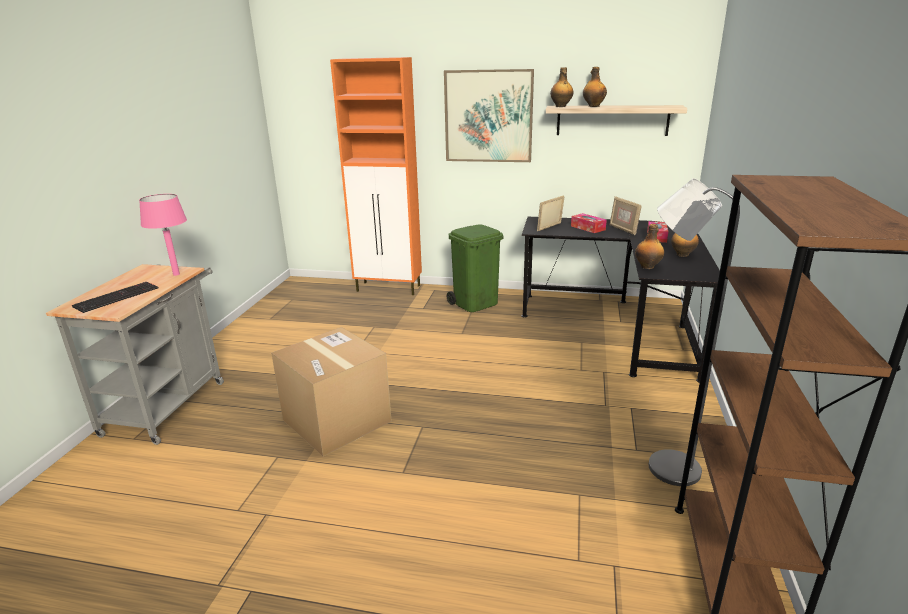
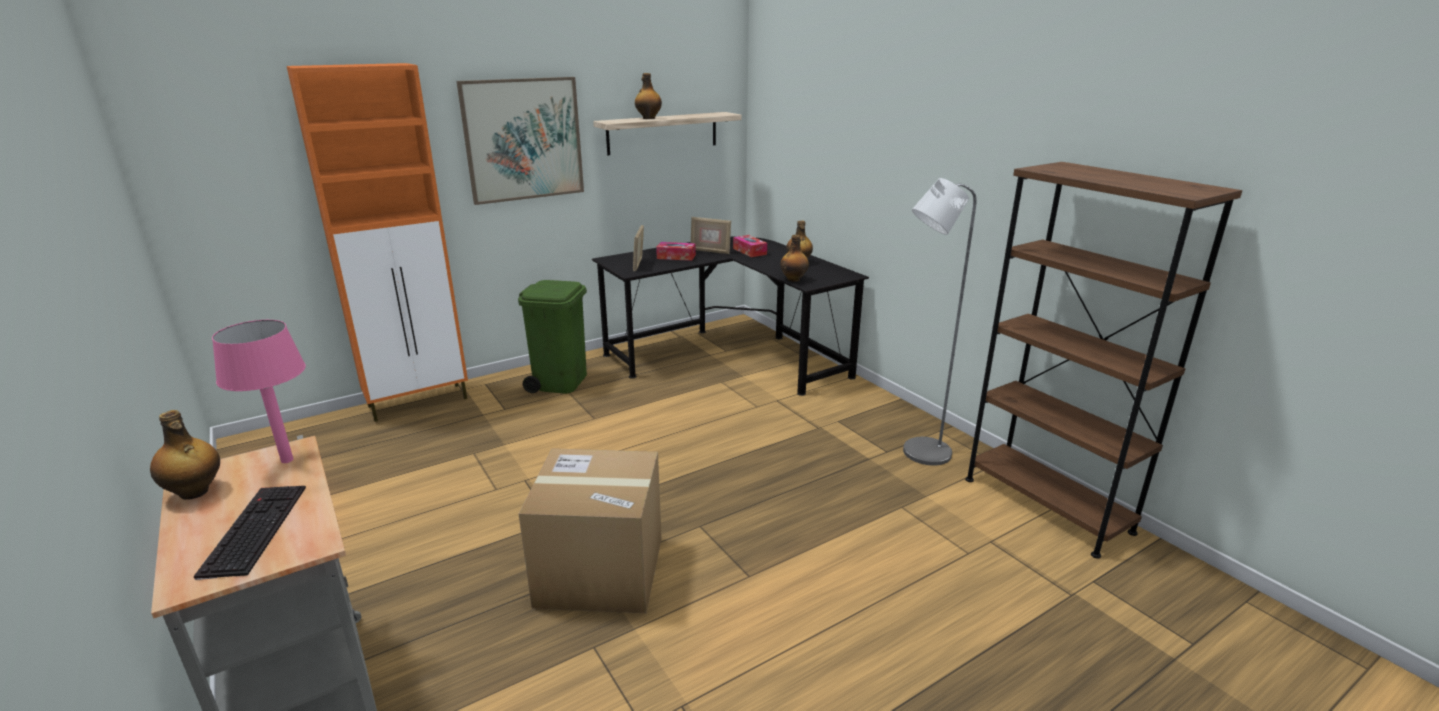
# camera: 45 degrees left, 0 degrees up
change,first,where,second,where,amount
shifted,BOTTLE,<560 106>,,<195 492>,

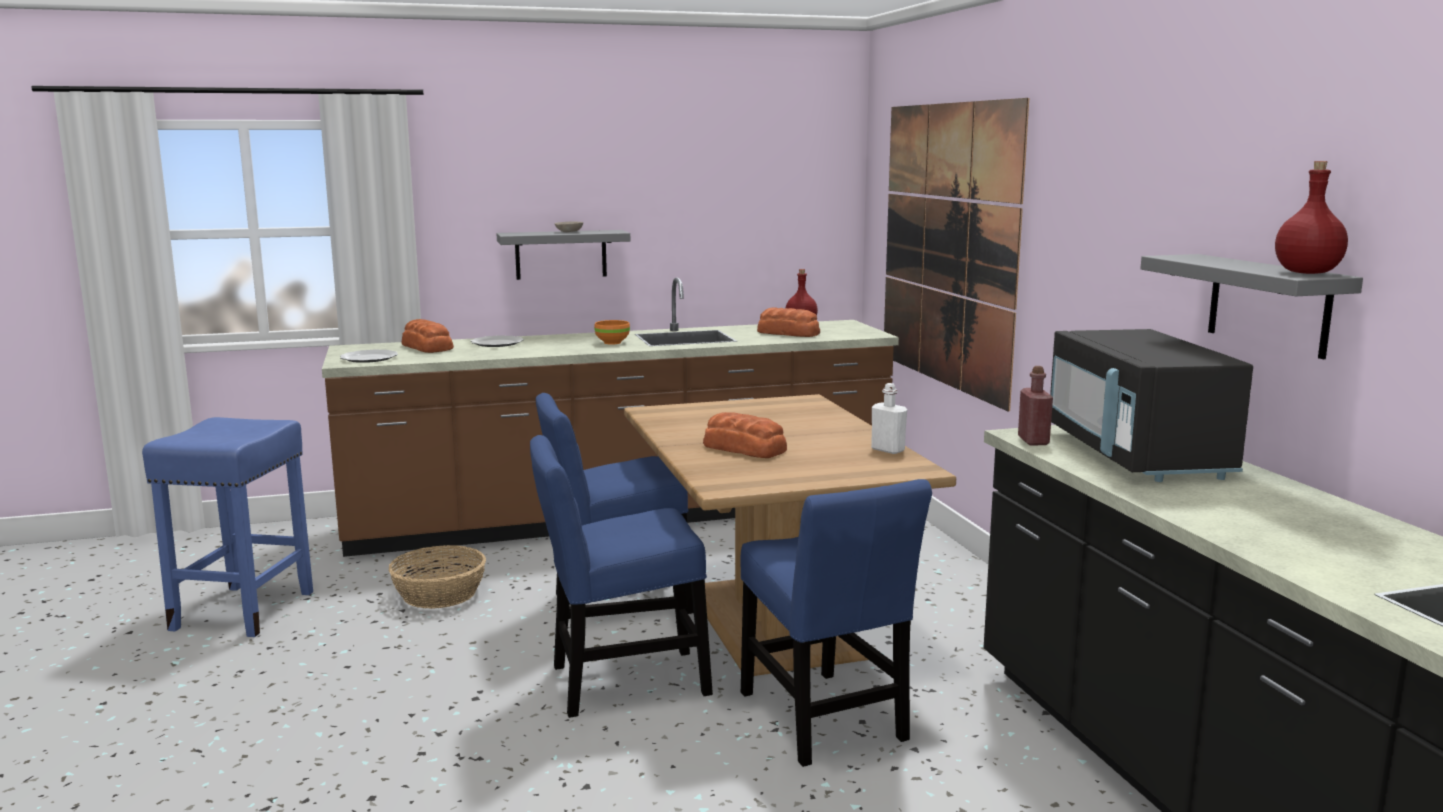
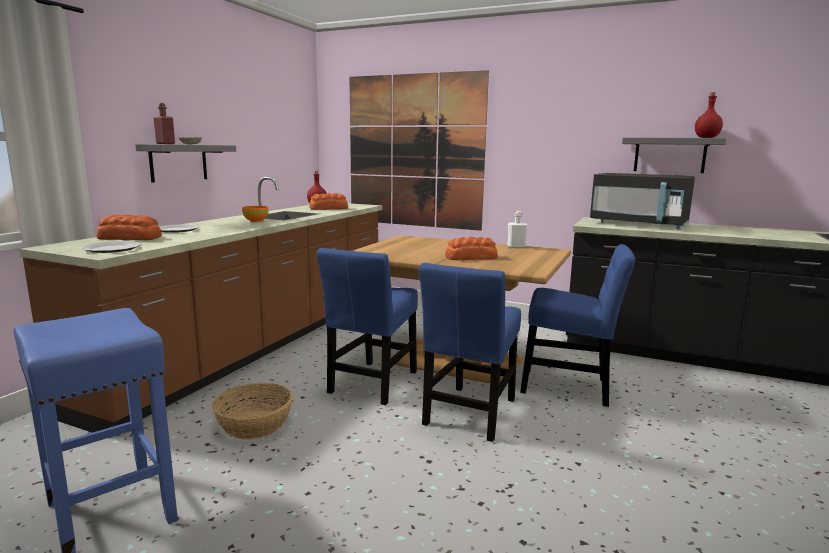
# camera: 50 degrees left, 0 degrees up
change,first,where,second,where,amount
shifted,RED BOTTLE,<1033 441>,,<165 144>,

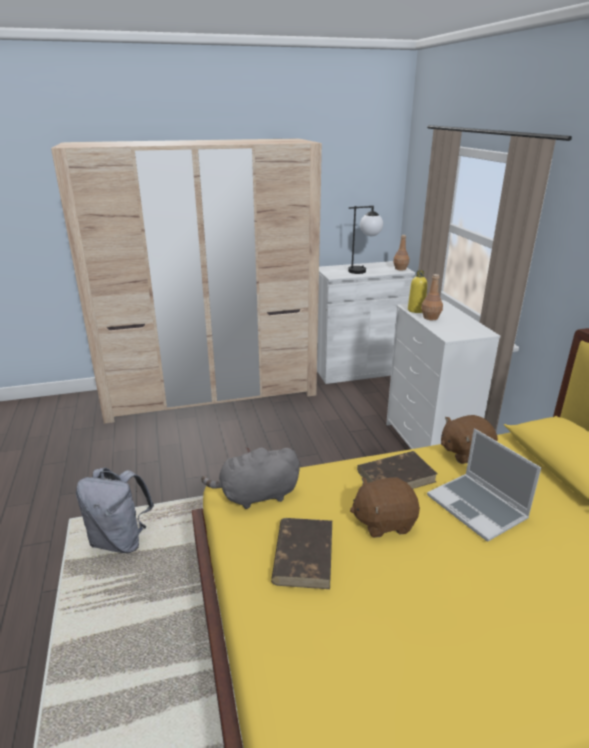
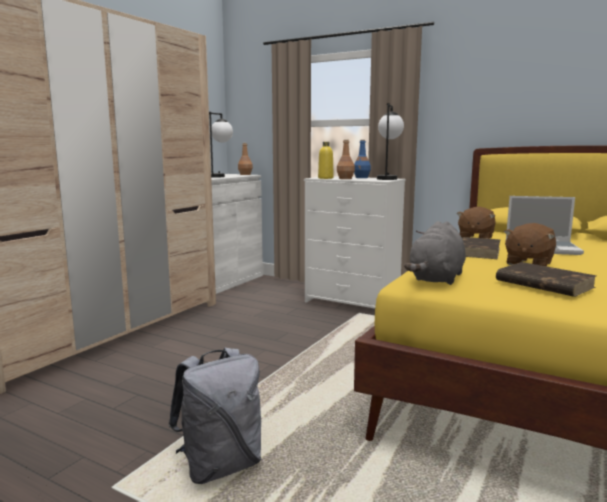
# camera: 45 degrees left, 15 degrees down
change,first,where,second,where,amount
new,,,BLUE BOTTLE,<362 177>,
new,,,TABLE LAMP,<388 178>,

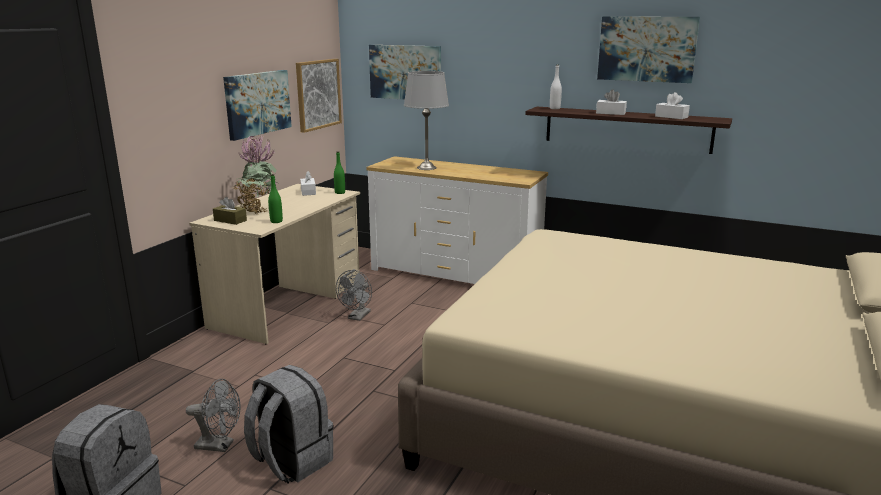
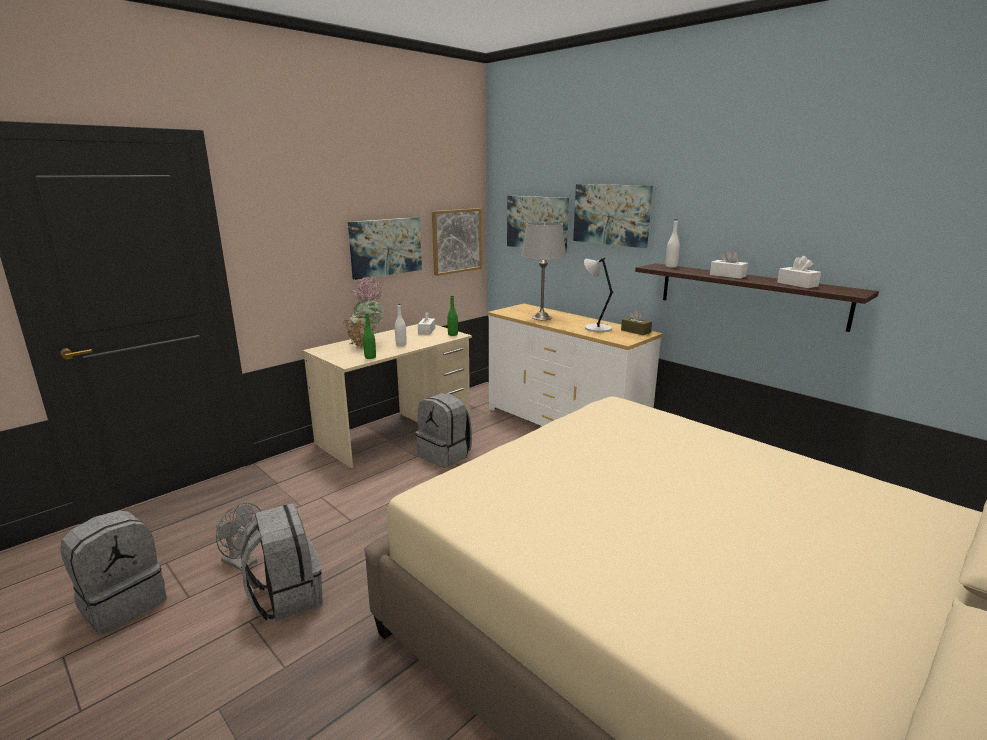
# camera: 20 degrees right, 0 degrees up
change,first,where,second,where,amount
new,,,WHITE BOTTLE,<401 344>,
swapped,GREY FAN,<357 317>,GREY BACKPACK,<445 455>,
shifted,PICTURE,<647 49>,,<611 214>,
new,,,GREY TABLE LAMP,<596 328>,
shifted,BROWN TISSUE BOX,<230 220>,,<635 331>,

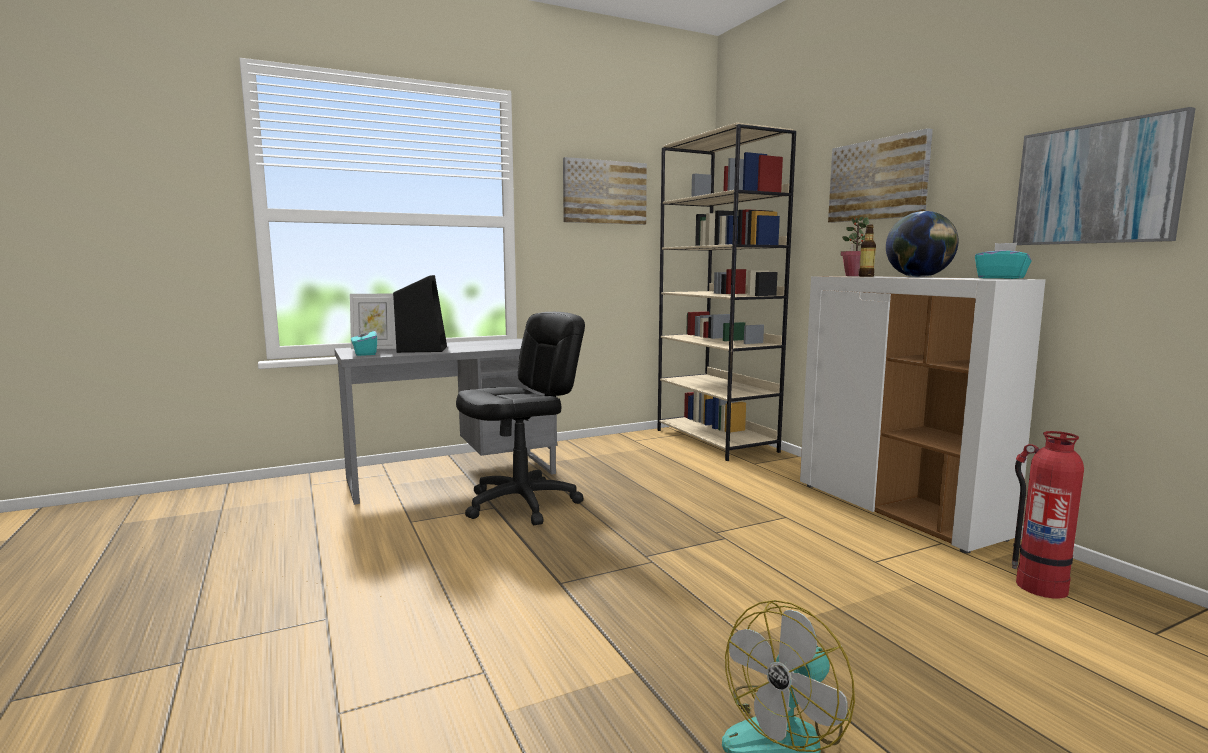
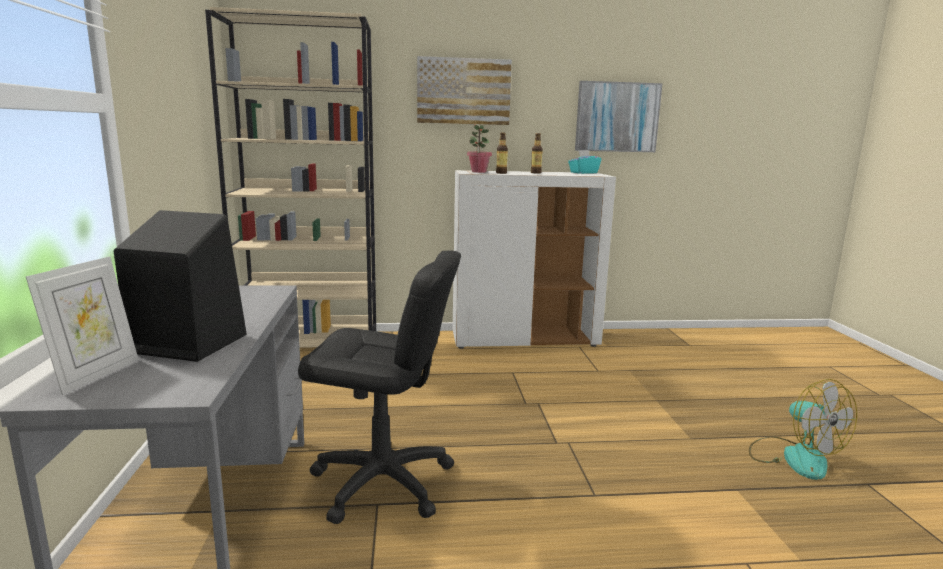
# camera: 70 degrees left, 5 degrees up
change,first,where,second,where,amount
rotated,BLACK OFFICE CHAIR,<522 504>,,<382 482>,120 degrees clockwise
swapped,GLOBE,<919 277>,BOTTLE,<536 173>,
gone,TURQUOISE TISSUE BOX,<365 353>,,,
gone,PICTURE,<604 192>,,,
gone,FIRE EXTINGUISHER,<1040 586>,,,

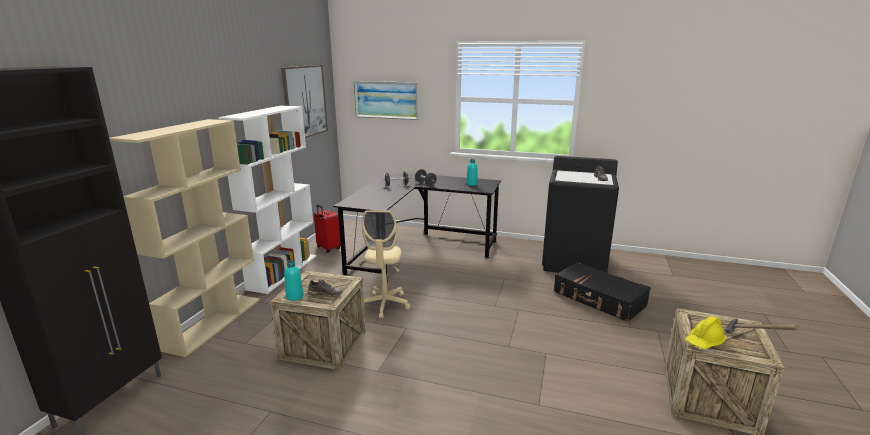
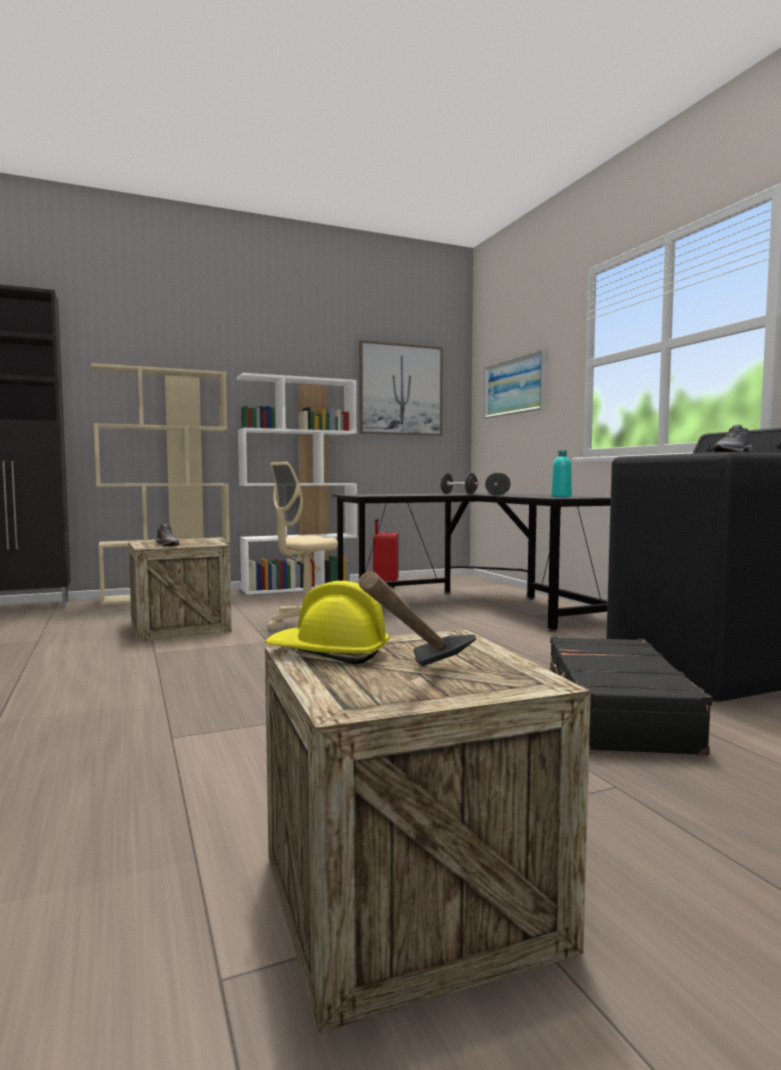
# camera: 50 degrees right, 15 degrees down
change,first,where,second,where,amount
gone,TURQUOISE BOTTLE,<294 296>,,,

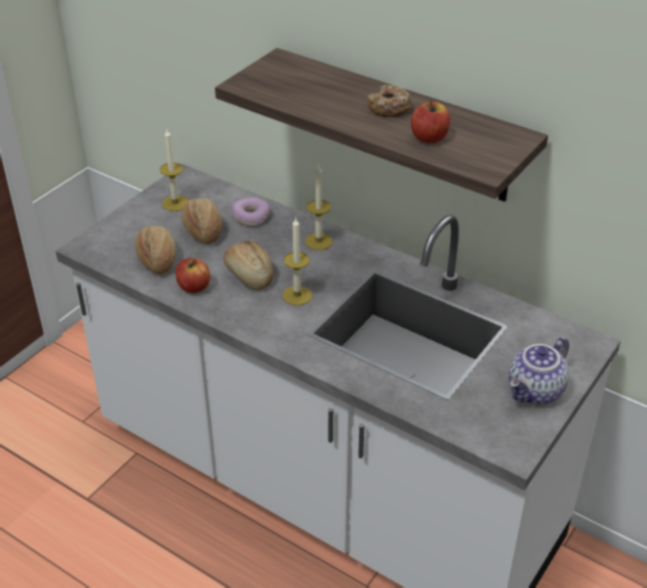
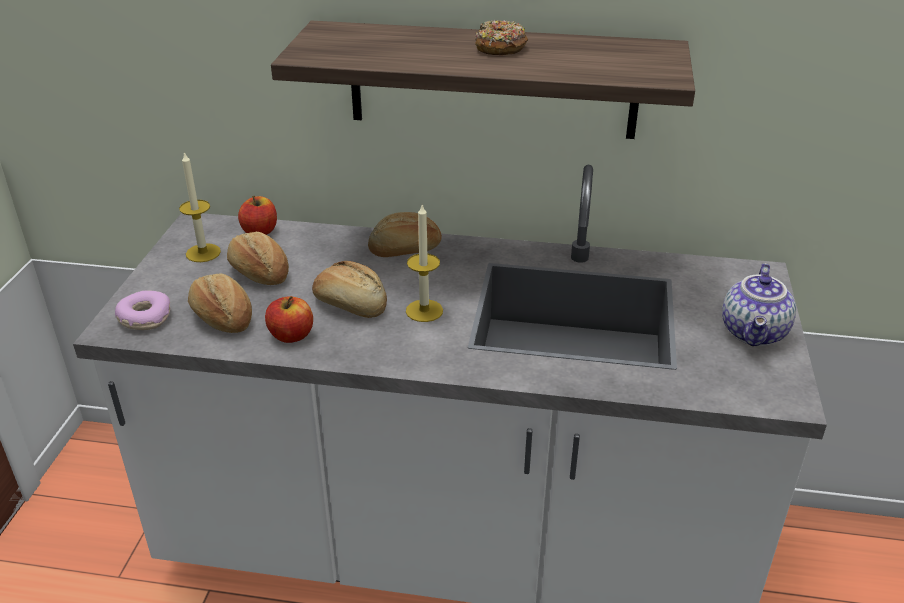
# camera: 25 degrees left, 5 degrees down
change,first,where,second,where,amount
shifted,DONUT,<250 217>,,<145 318>,
shifted,APPLE,<429 137>,,<260 231>,
swapped,CANDLE,<318 241>,BREAD,<405 250>,

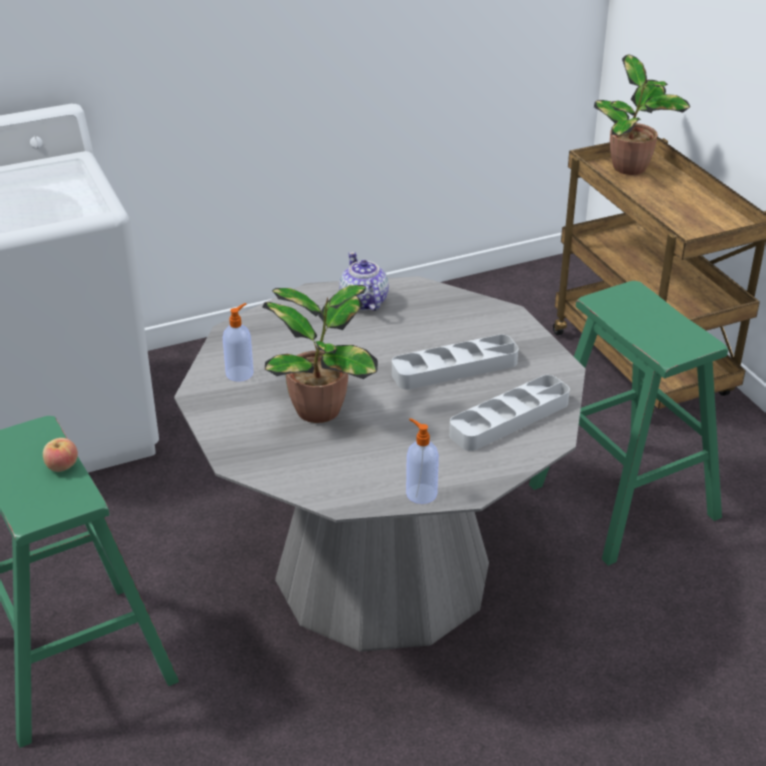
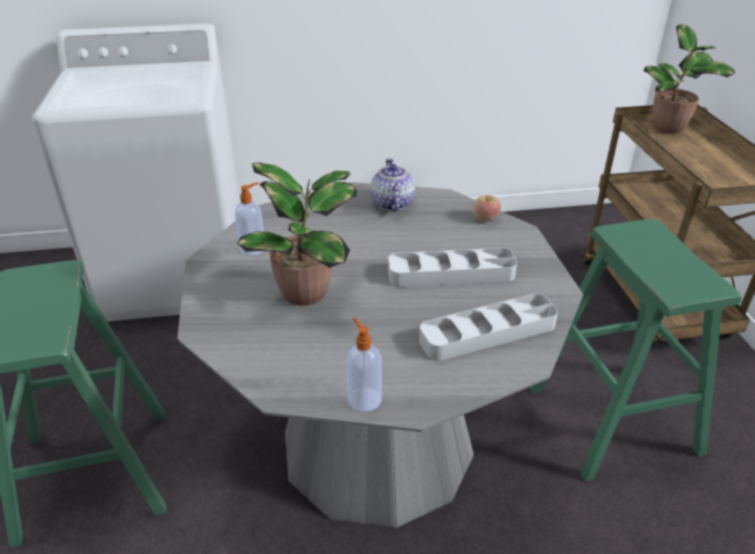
# camera: 15 degrees right, 0 degrees up
change,first,where,second,where,amount
shifted,APPLE,<62 466>,,<485 218>,

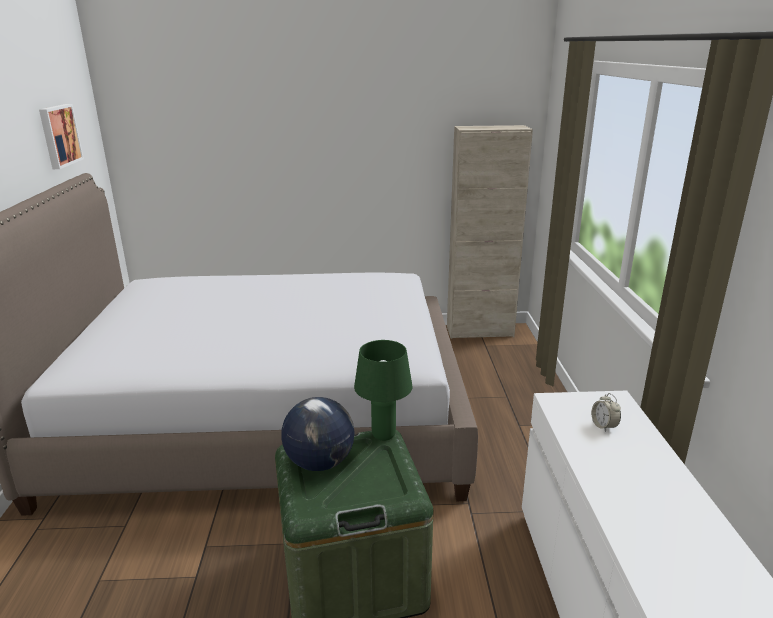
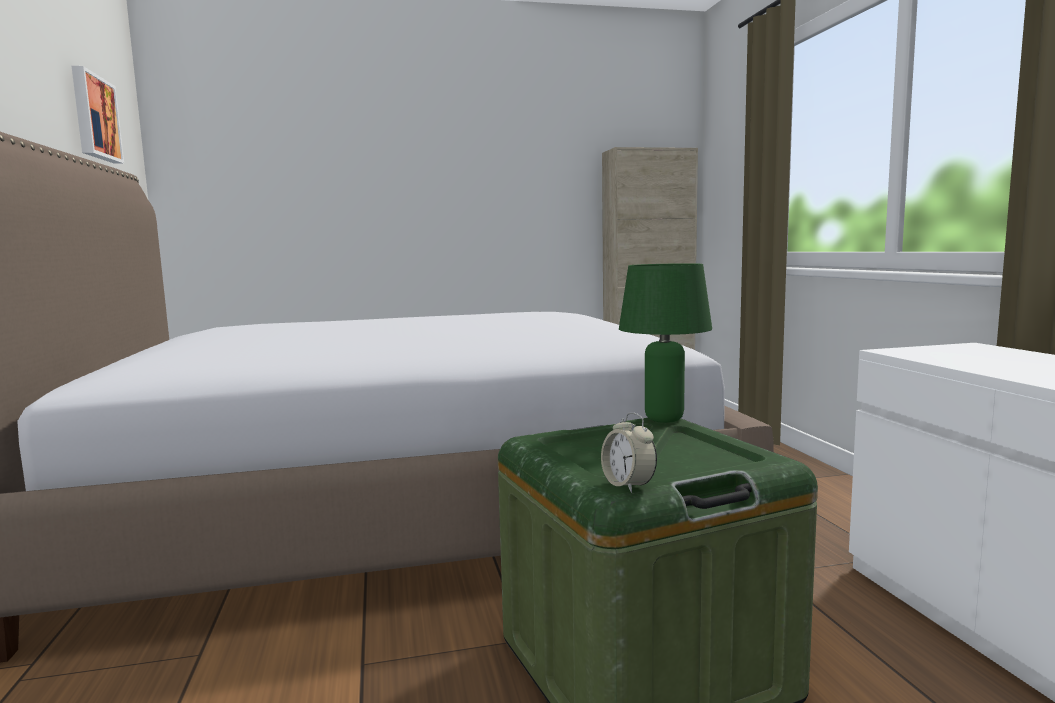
# camera: 10 degrees left, 15 degrees down
change,first,where,second,where,amount
shifted,ALARM CLOCK,<604 426>,,<628 485>,
gone,GLOBE,<320 462>,,,

